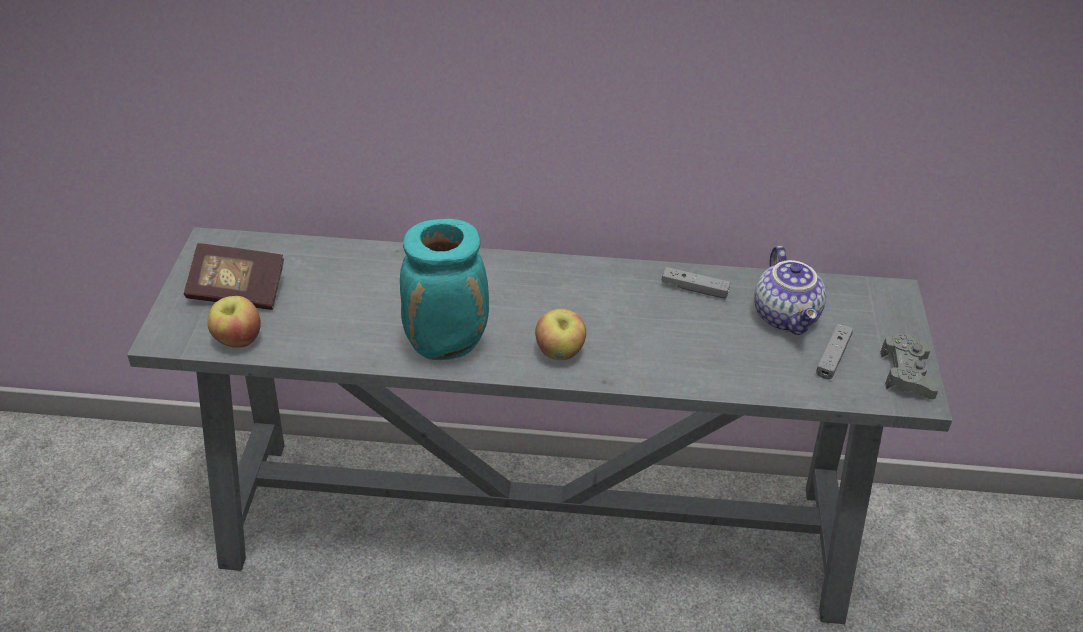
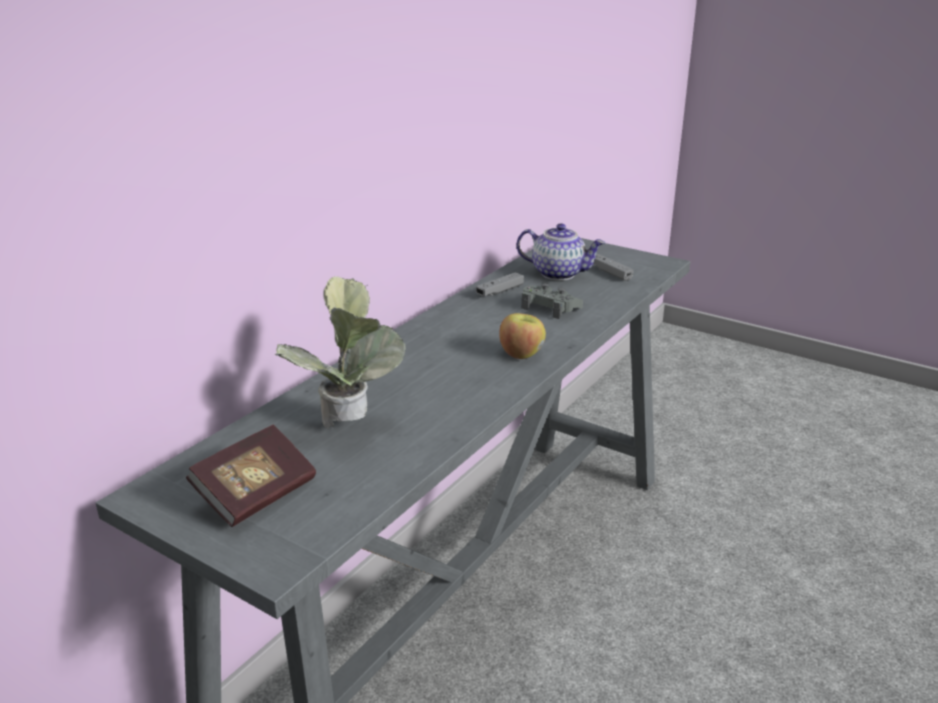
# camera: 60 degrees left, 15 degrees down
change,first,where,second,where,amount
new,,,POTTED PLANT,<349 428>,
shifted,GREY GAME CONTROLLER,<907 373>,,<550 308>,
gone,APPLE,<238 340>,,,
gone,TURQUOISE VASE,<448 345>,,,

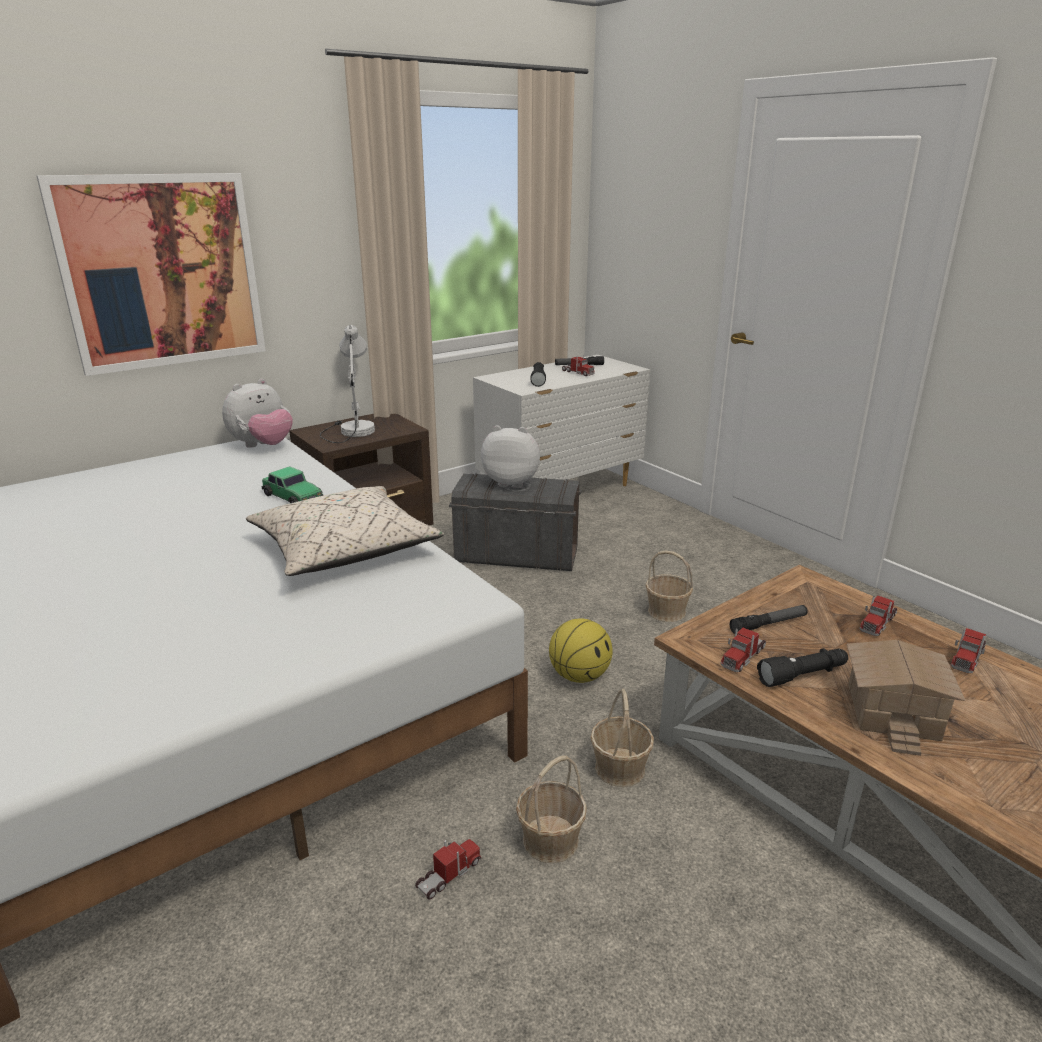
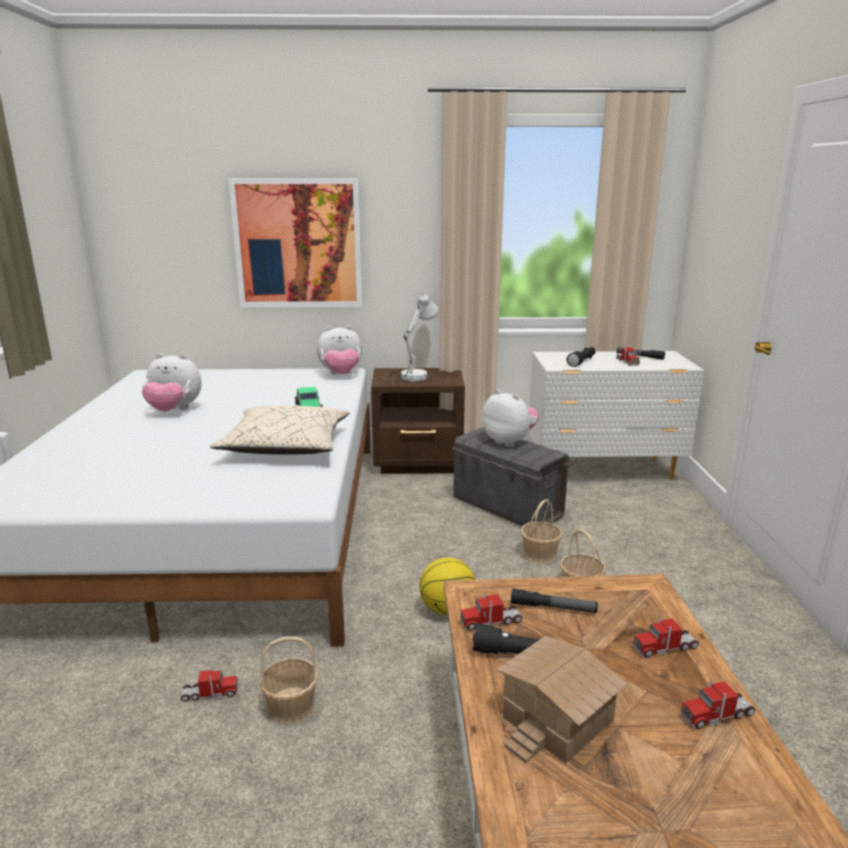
# camera: 35 degrees right, 5 degrees down
change,first,where,second,where,amount
new,,,PLUSH TOY,<174 410>,
shifted,BASKET,<620 768>,,<540 554>,

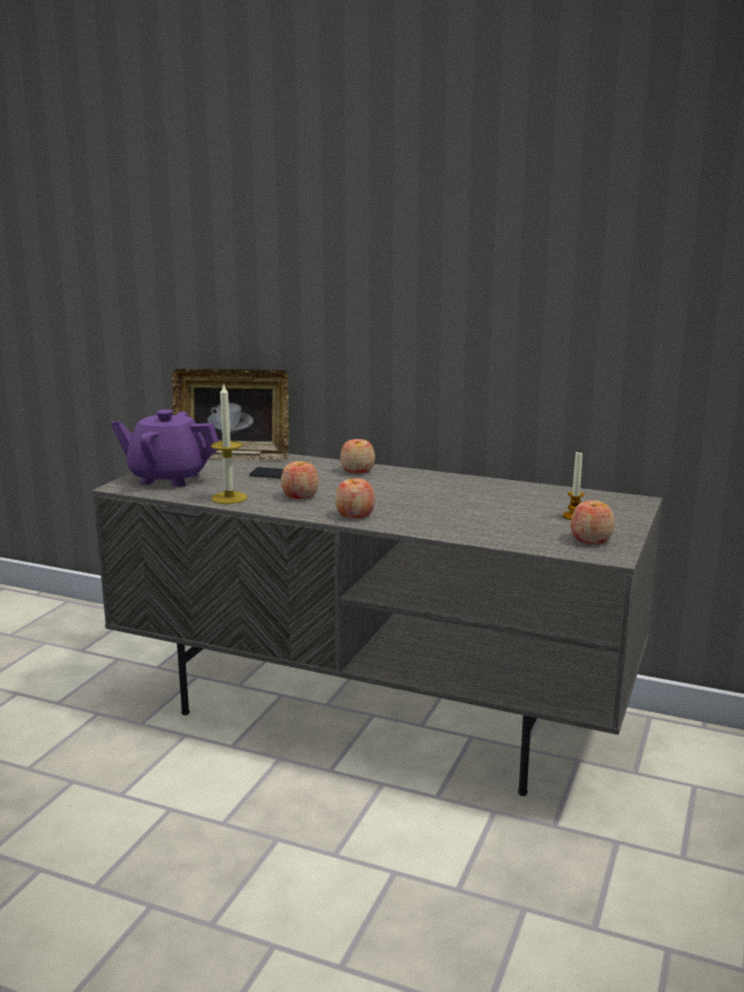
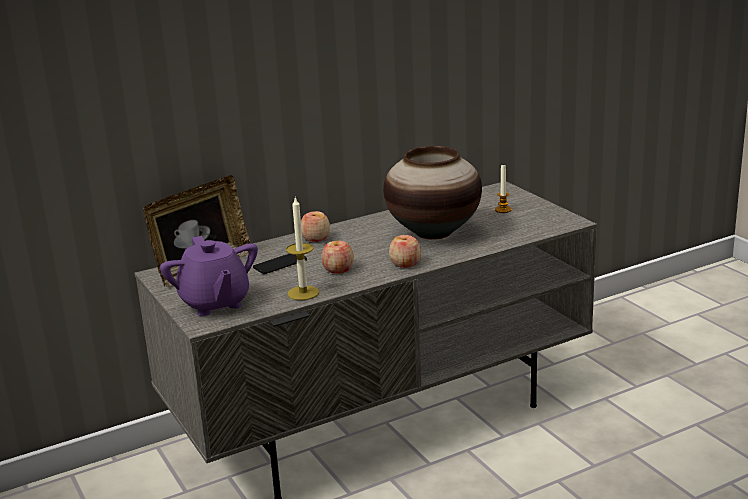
# camera: 50 degrees left, 5 degrees up
change,first,where,second,where,amount
rotated,PURPLE TEAPOT,<168 478>,,<214 303>,75 degrees counterclockwise
new,,,VASE,<433 232>,
gone,APPLE,<591 539>,,,

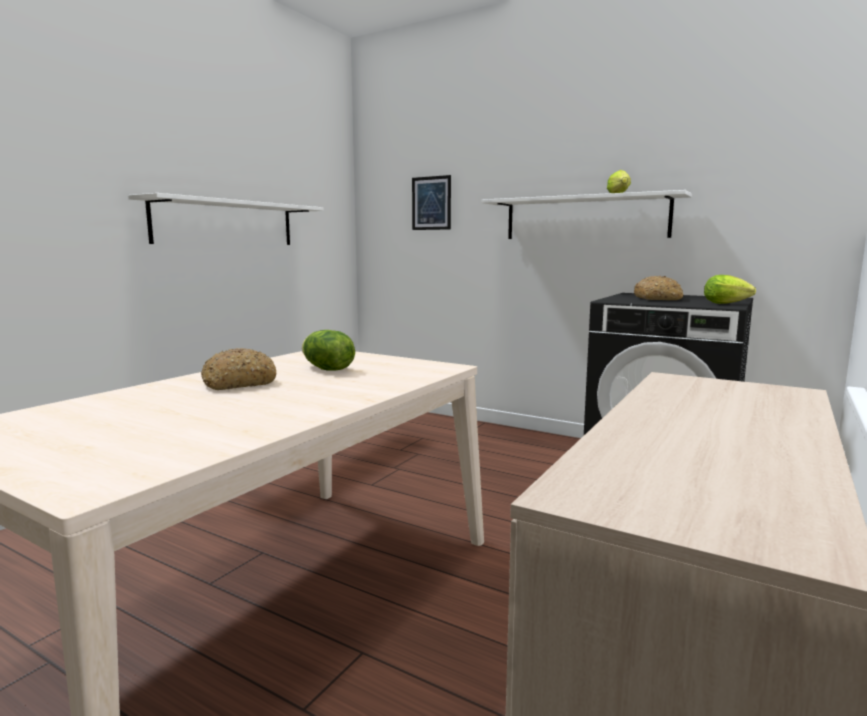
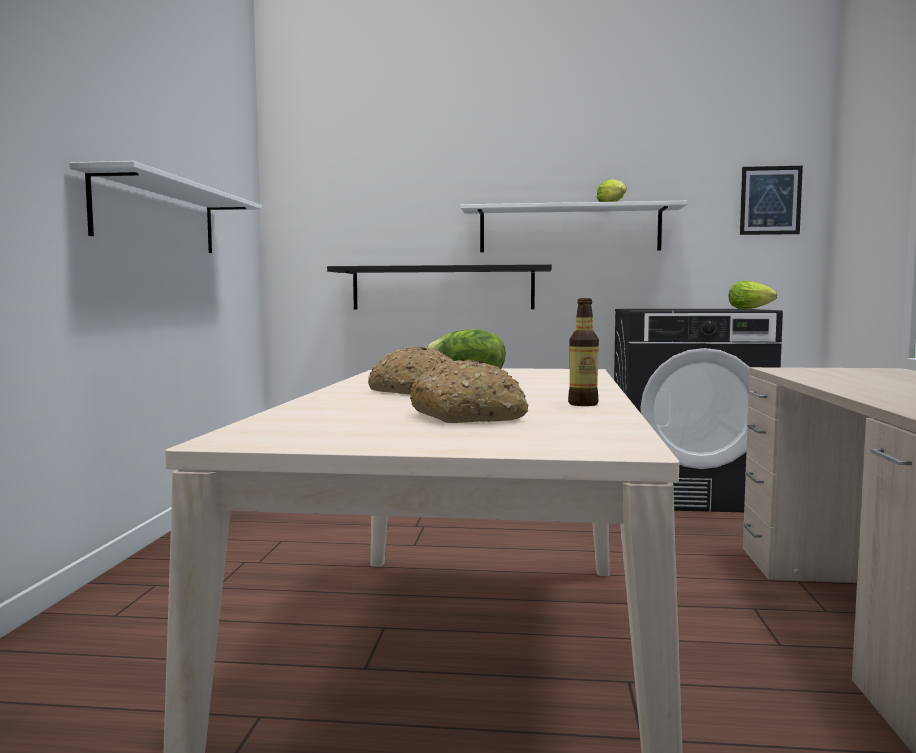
# camera: 25 degrees left, 5 degrees down
change,first,where,second,where,amount
new,,,BLACK SHELF,<443 288>,
shifted,BREAD,<658 299>,,<468 416>,
new,,,BOTTLE,<583 404>,
shifted,PICTURE,<431 203>,,<770 200>,

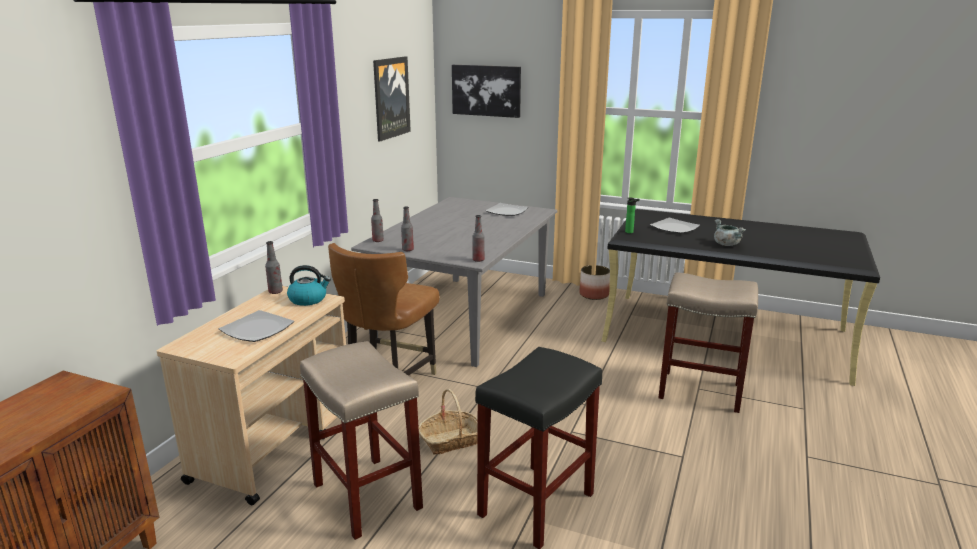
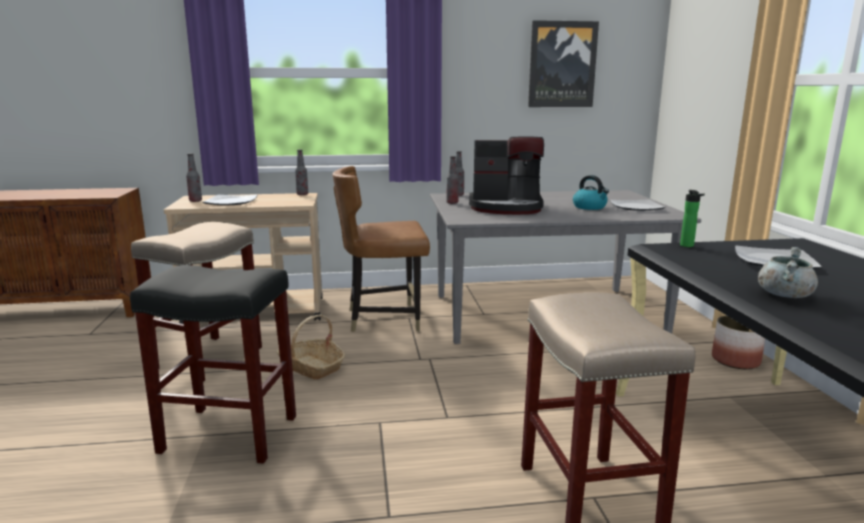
# camera: 60 degrees right, 5 degrees down
change,first,where,second,where,amount
shifted,BOTTLE,<478 260>,,<195 201>,
new,,,COFFEE MACHINE,<506 207>,
shifted,KETTLE,<308 299>,,<590 207>,
gone,PICTURE,<486 90>,,,

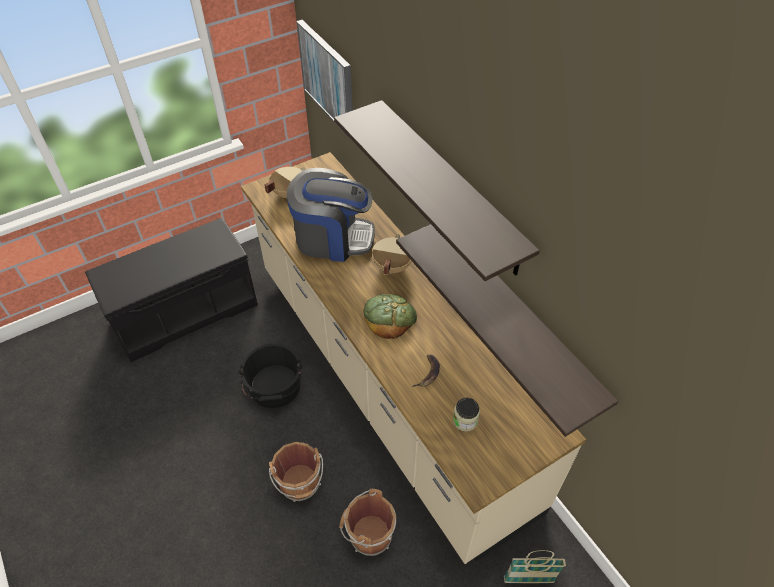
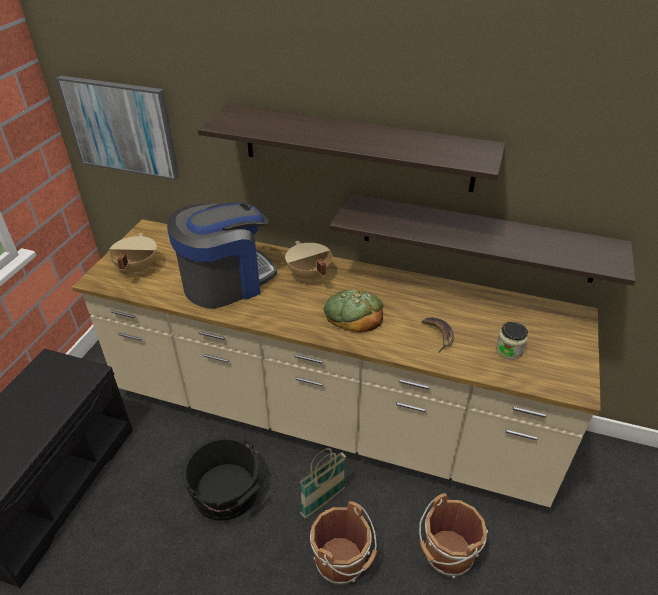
# camera: 40 degrees left, 10 degrees down
change,first,where,second,where,amount
shifted,BASKET,<528 580>,,<323 501>,

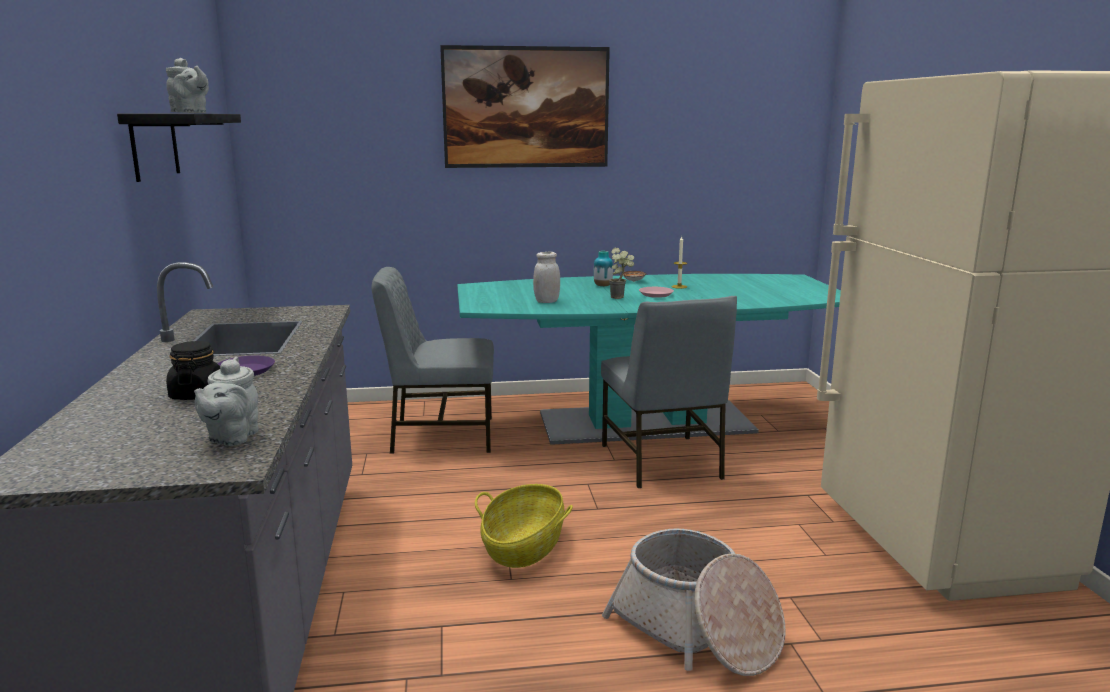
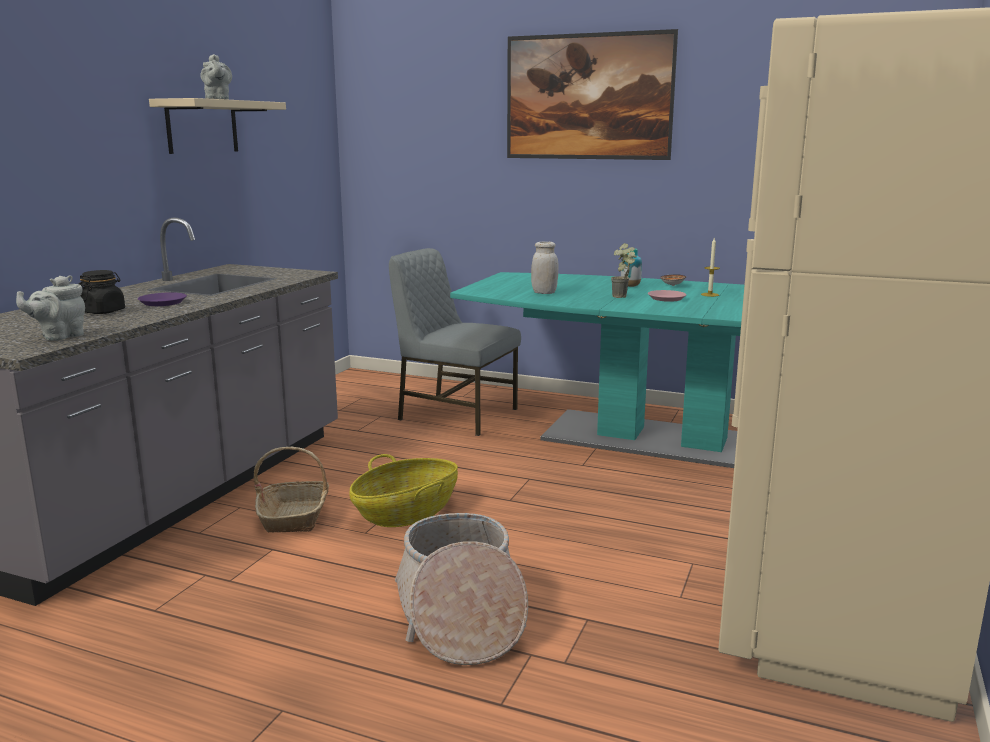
# camera: 30 degrees right, 0 degrees up
change,first,where,second,where,amount
repainted,BLACK SHELF,<154 145>,BEIGE SHELF,<202 127>,
new,,,BASKET,<295 516>,
gone,GREY CHAIR,<662 462>,,,

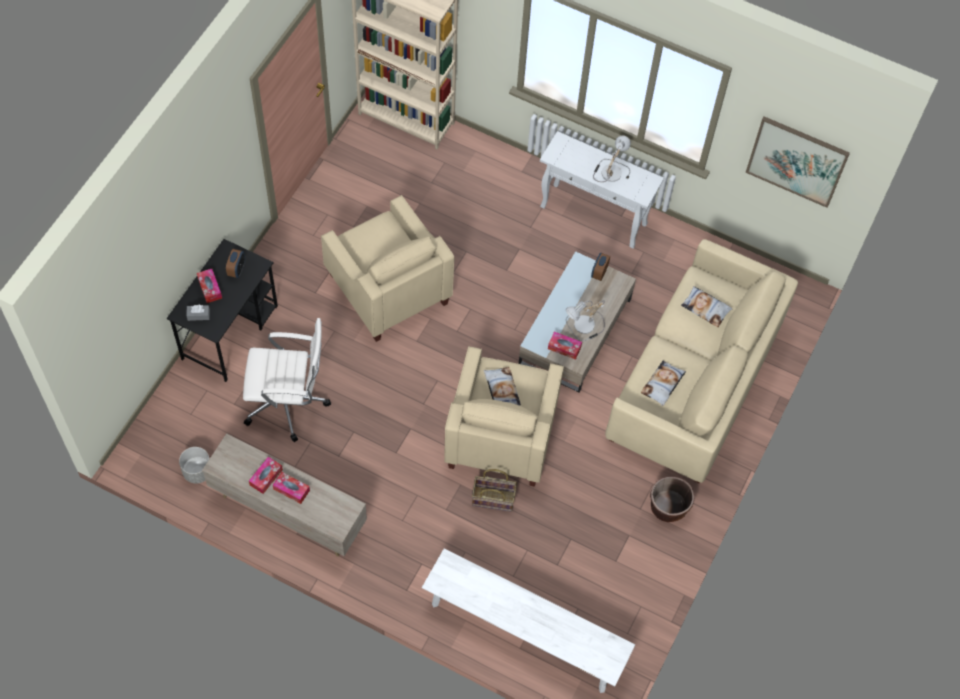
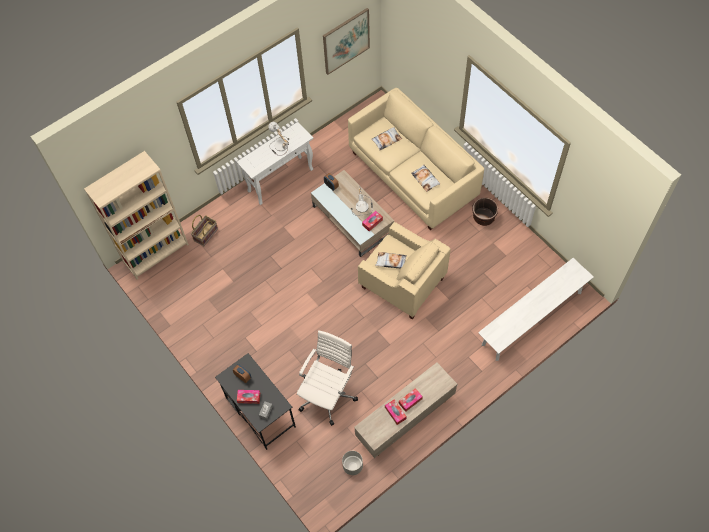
# camera: 60 degrees left, 0 degrees up
change,first,where,second,where,amount
shifted,BASKET,<493 498>,,<205 234>,
gone,BEIGE ARMCHAIR,<387 289>,,,

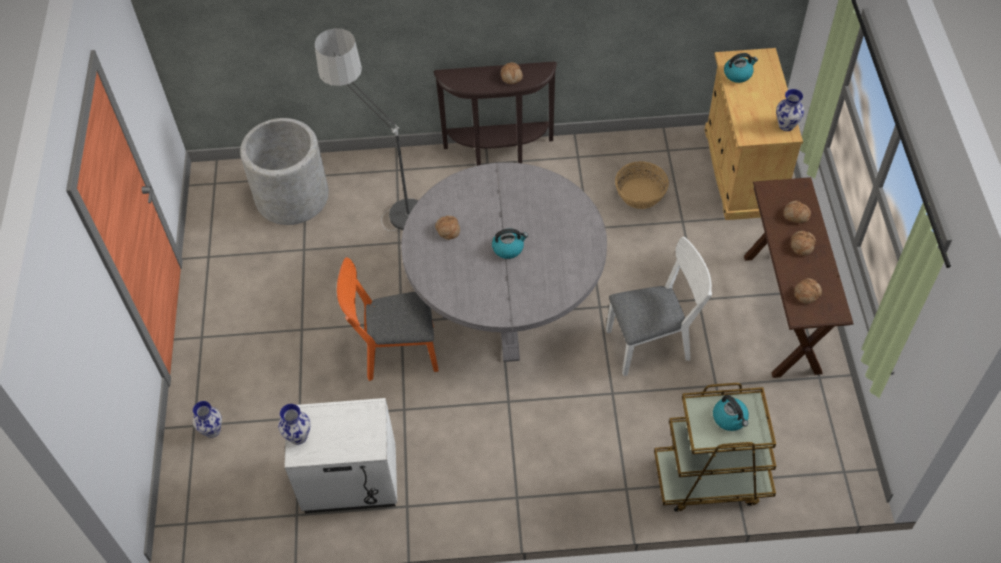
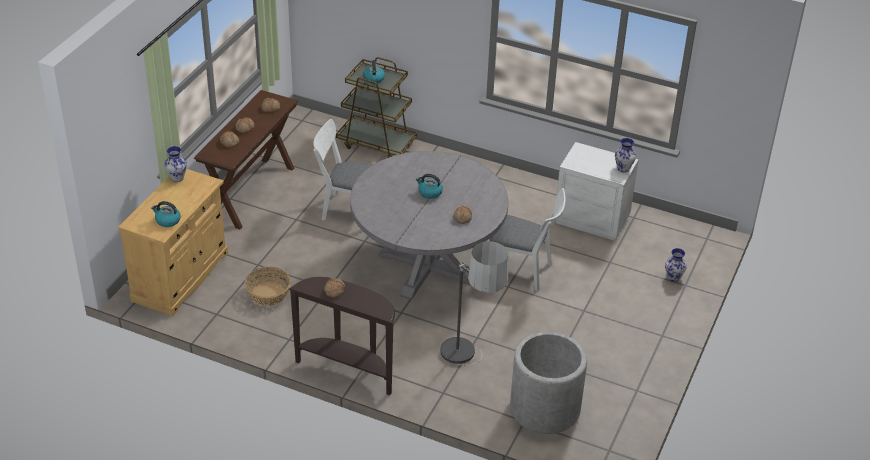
# camera: 155 degrees left, 15 degrees down
change,first,where,second,where,amount
repainted,ORANGE CHAIR,<394 352>,WHITE CHAIR,<524 271>,

